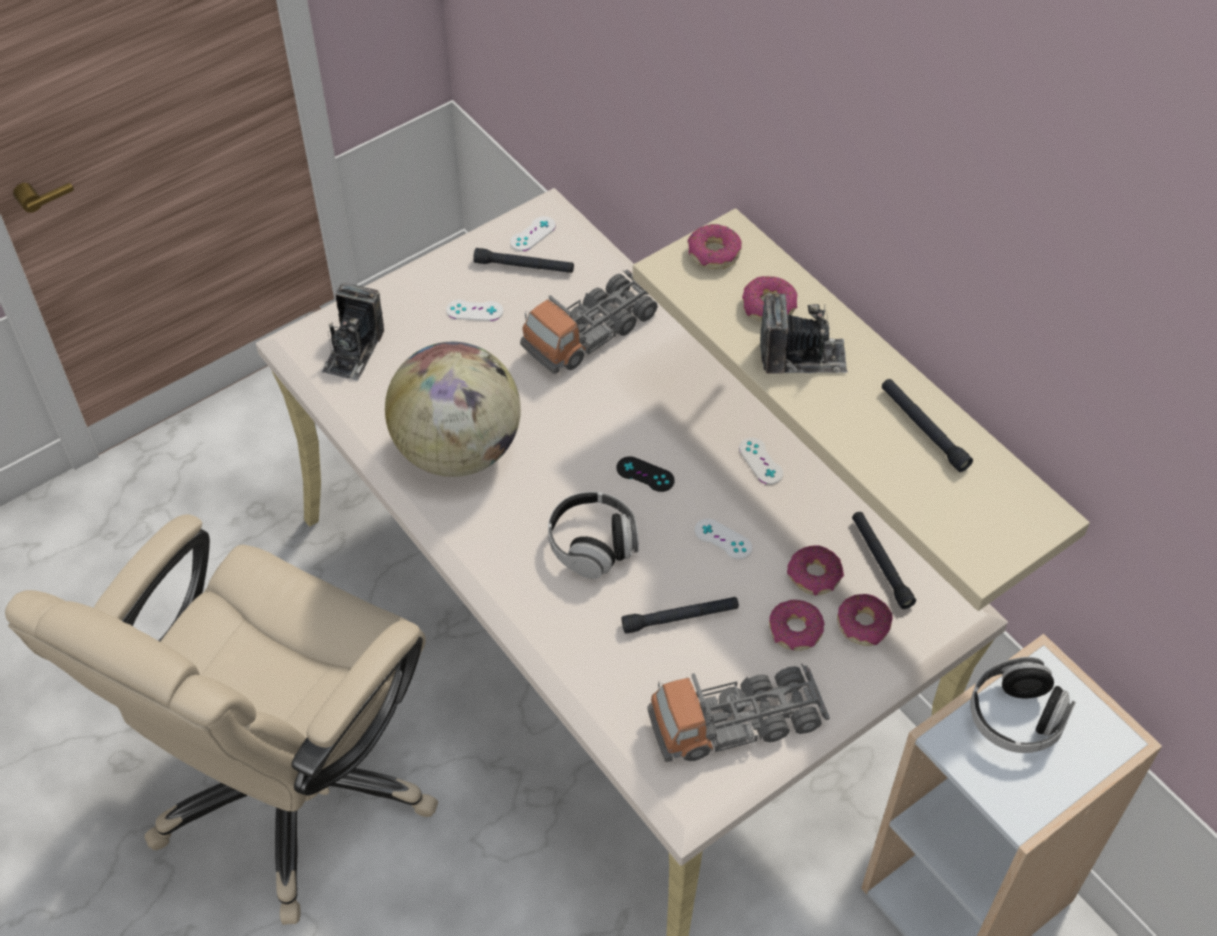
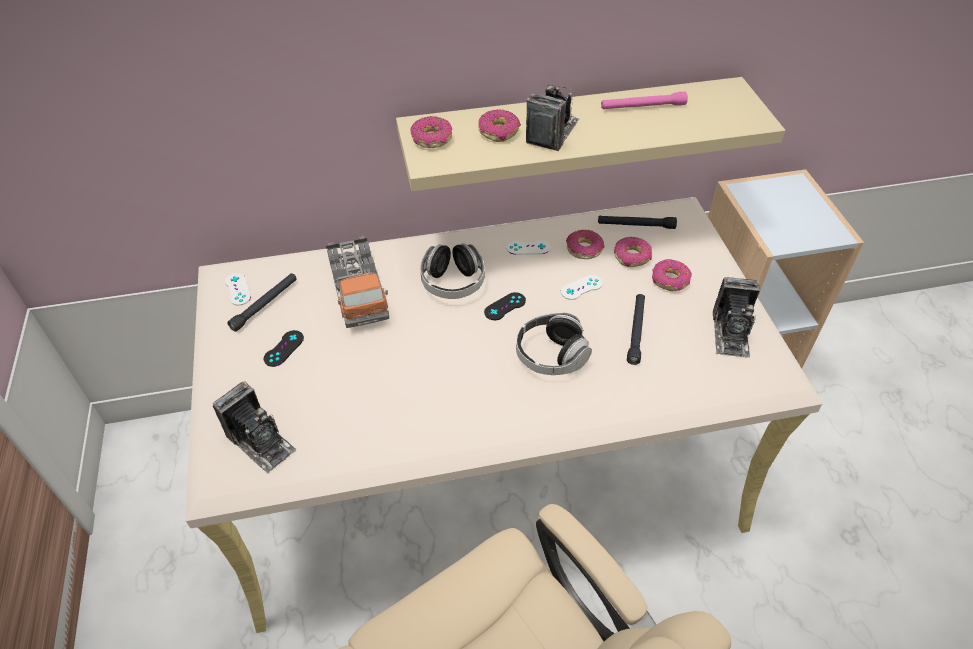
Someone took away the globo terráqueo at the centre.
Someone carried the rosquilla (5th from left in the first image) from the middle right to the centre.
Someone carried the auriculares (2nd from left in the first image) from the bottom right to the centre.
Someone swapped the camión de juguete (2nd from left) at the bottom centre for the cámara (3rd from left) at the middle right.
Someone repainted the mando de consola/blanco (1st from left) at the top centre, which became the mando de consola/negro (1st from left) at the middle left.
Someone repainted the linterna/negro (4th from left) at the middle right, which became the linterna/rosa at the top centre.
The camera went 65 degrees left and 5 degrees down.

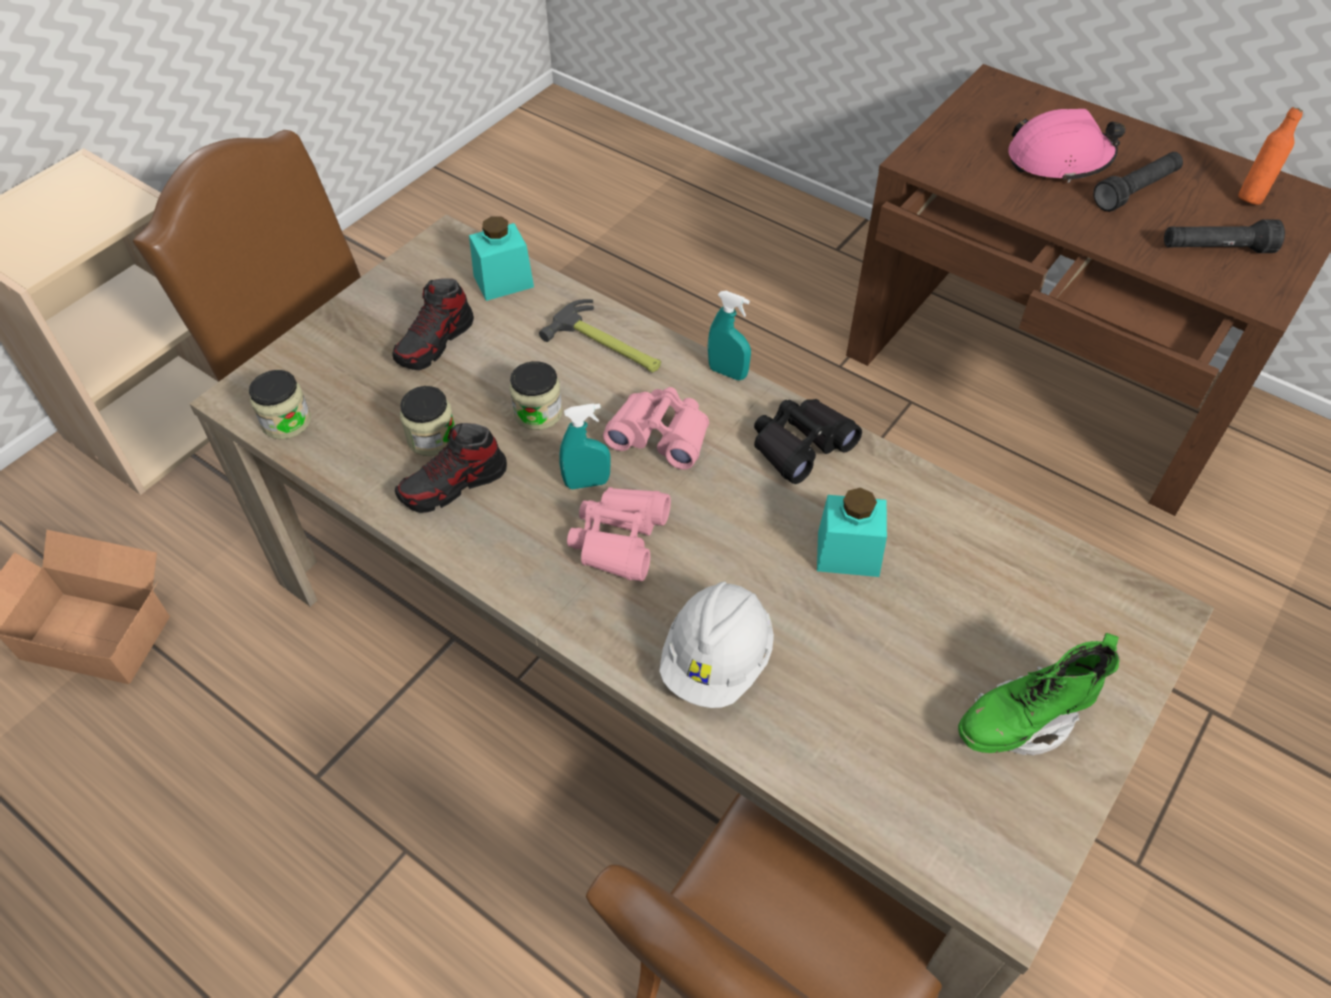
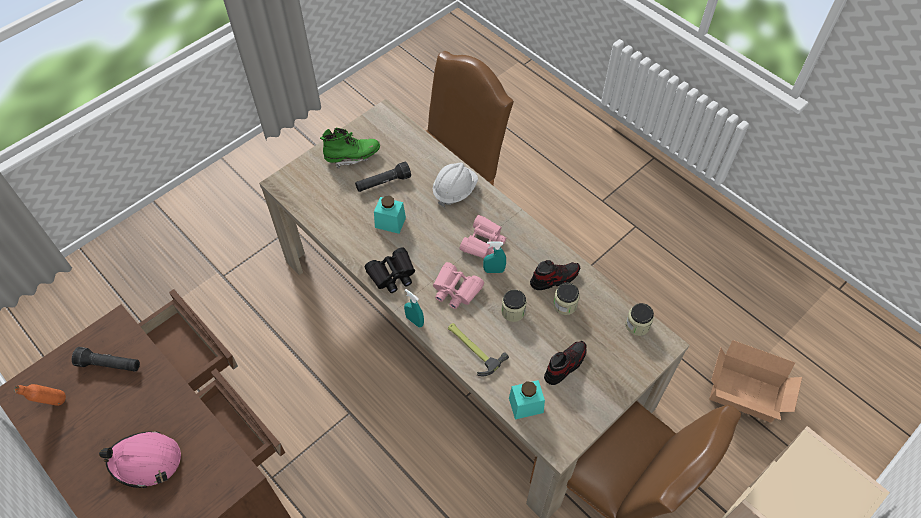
Someone carried the linterna/negro (1st from left in the first image) from the top right to the centre.
The camera went 170 degrees left and 5 degrees up.

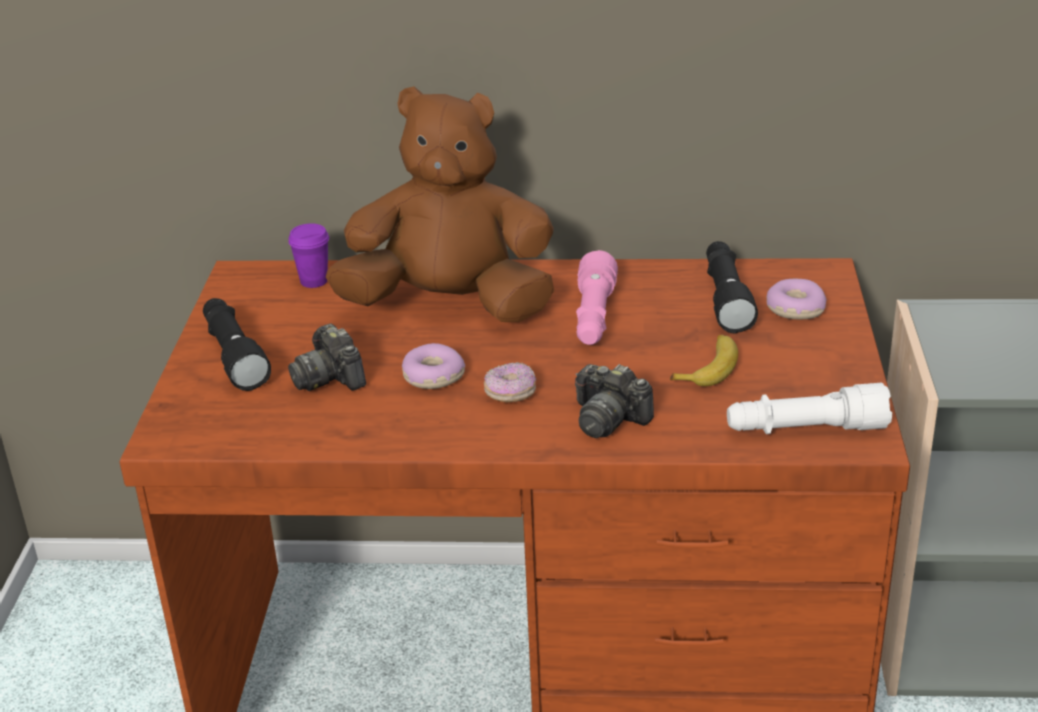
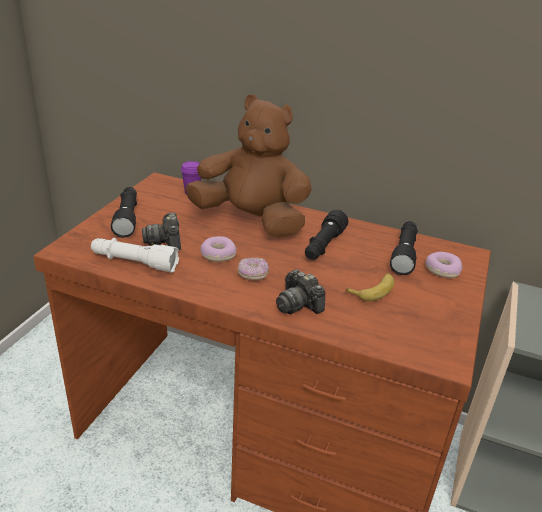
Someone carried the linterna/blanco from the middle right to the middle left.
Someone repainted the linterna/rosa at the centre, which became the linterna/negro (2nd from left) at the centre.
The camera went 15 degrees right and 0 degrees up.

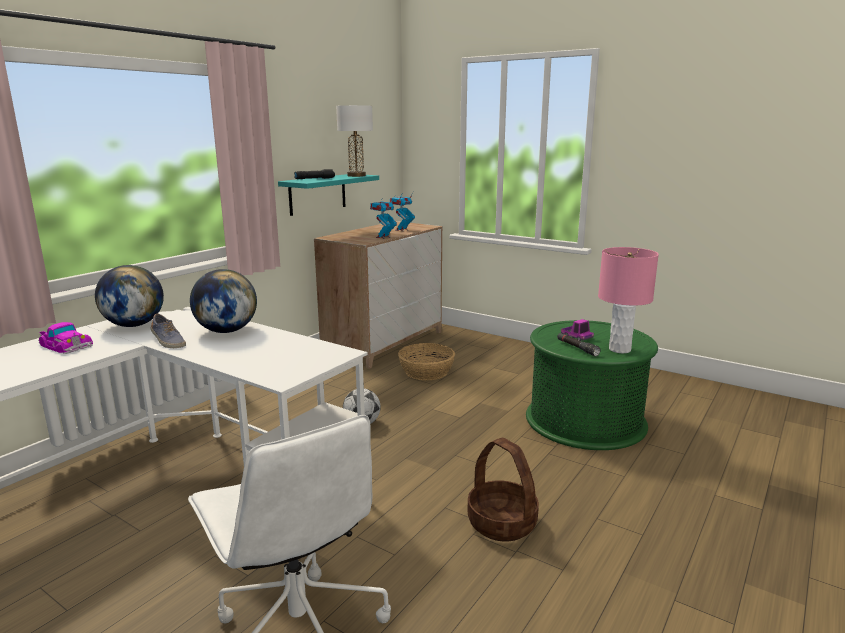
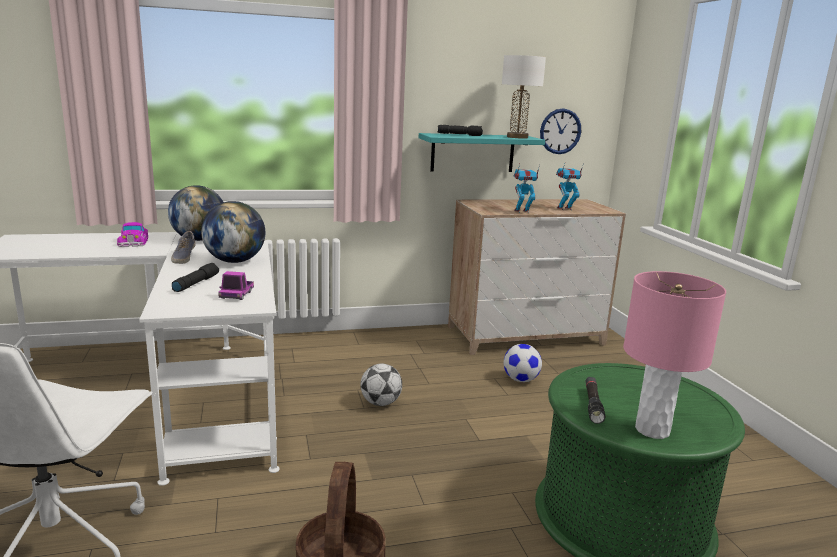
Someone put down the linterna/negro (1st from left) at the middle left.
Someone put up the reloj de pared at the top right.
Someone carried the camión de juguete from the middle right to the middle left.
Someone swapped the cesta (1st from left) at the centre for the balón de fútbol (2nd from left) at the centre.
The camera went 40 degrees right and 0 degrees up.

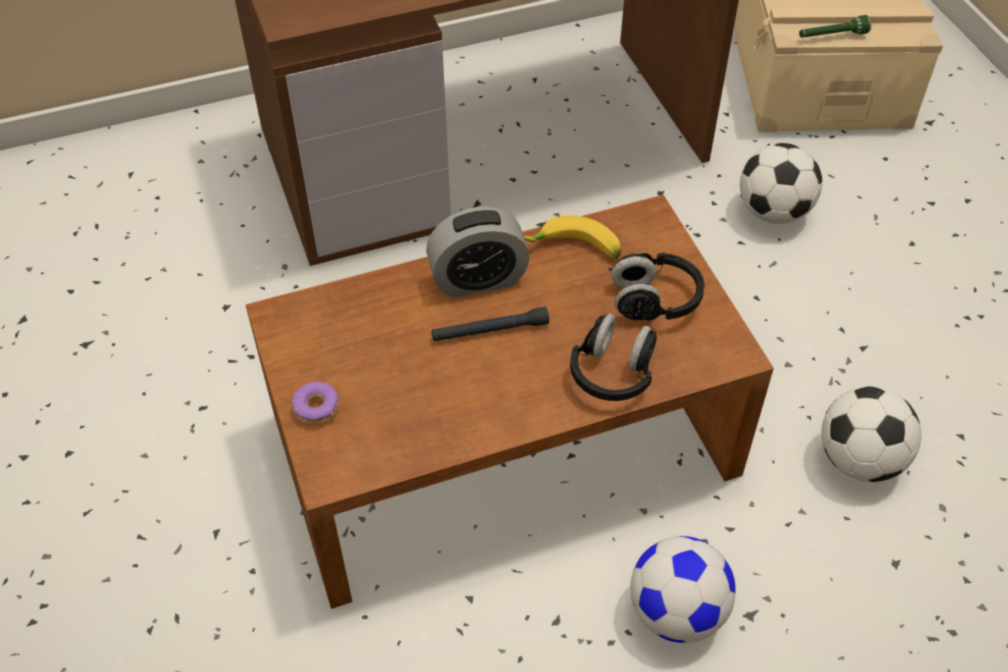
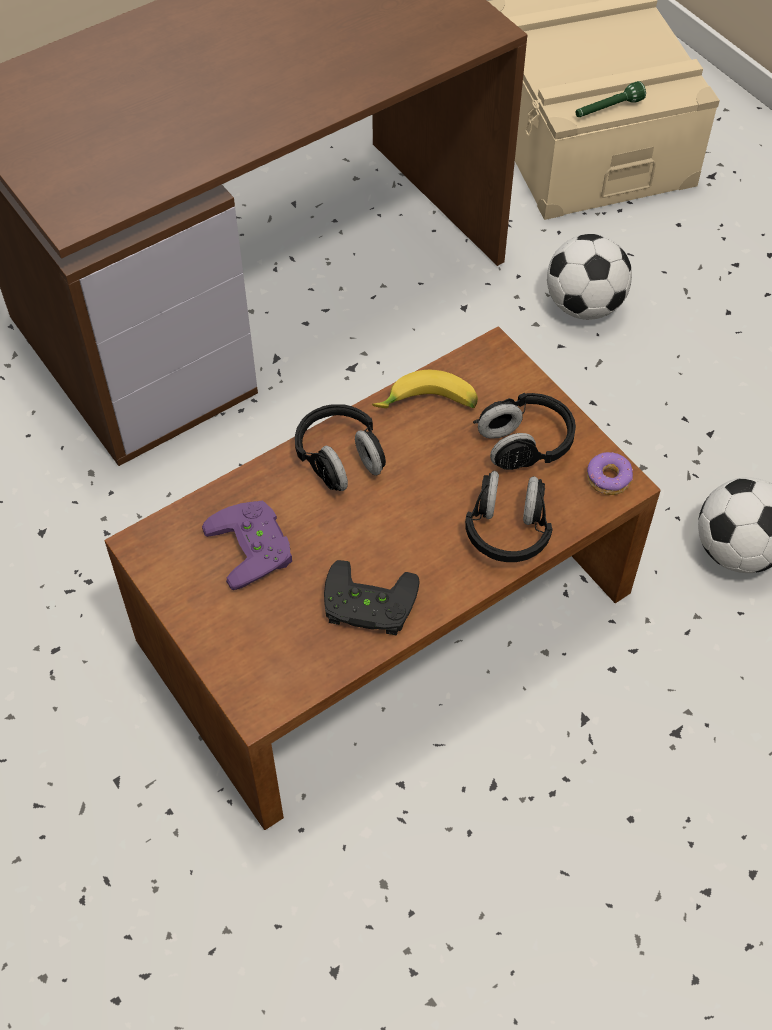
Someone took away the linterna/negro at the centre.
Someone took away the balón de fútbol (1st from left) at the bottom right.
Someone put down the mando de consola/morado at the middle left.
Someone put down the mando de consola/negro at the centre.
Someone carried the rosquilla from the middle left to the middle right.
Someone swapped the despertador at the centre for the auriculares/negro (1st from left) at the centre.
The camera went 15 degrees left and 5 degrees up.

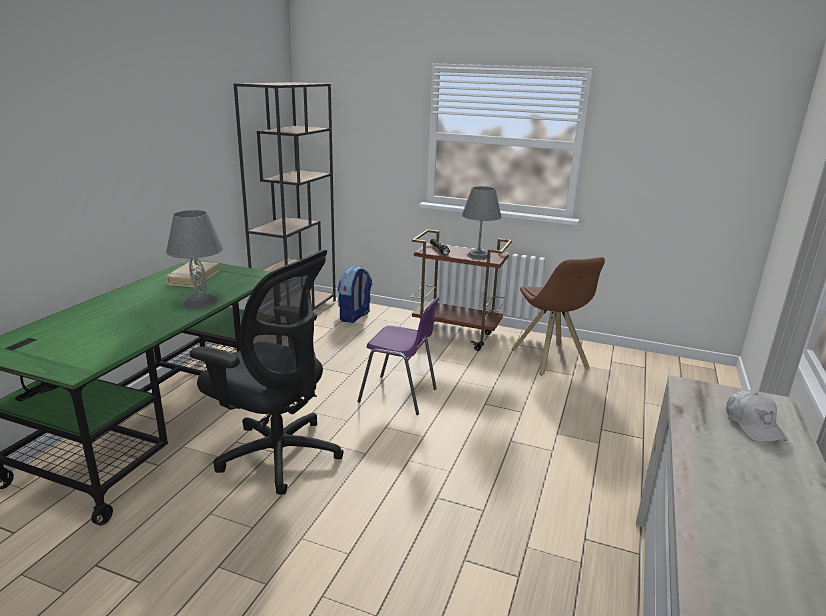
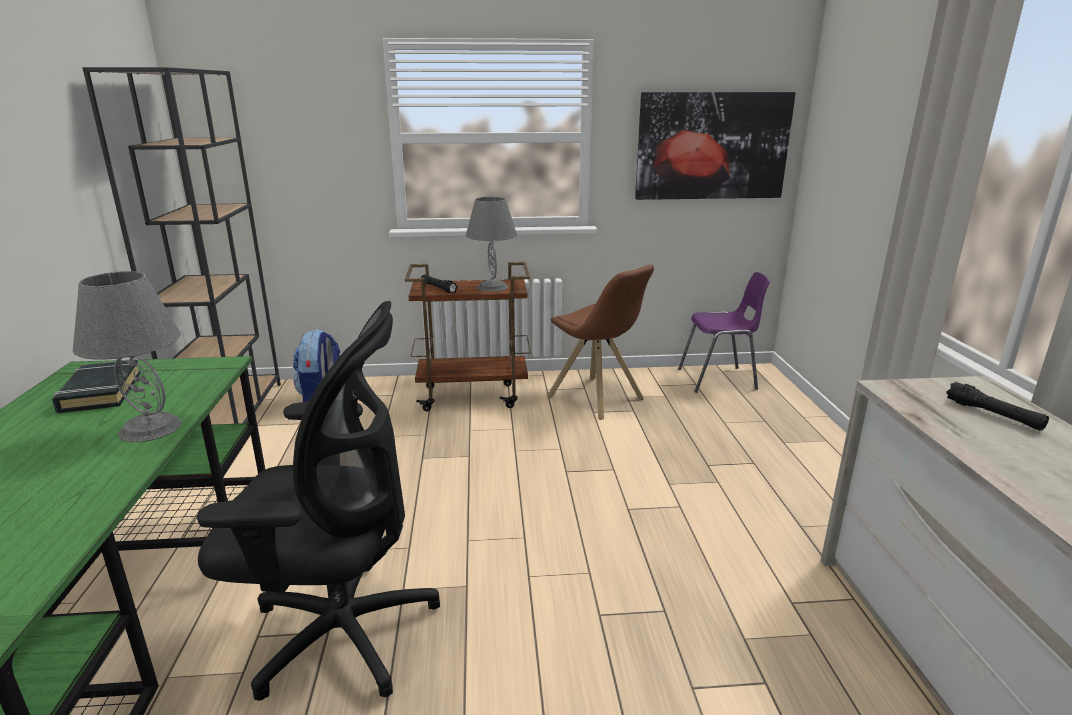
Someone put up the cuadro at the top right.
Someone carried the silla/morado from the centre to the middle right.
Someone swapped the gorra/blanco at the bottom right for the linterna/negro (2nd from left) at the middle right.
Someone repainted the libro/beis at the middle left, which became the libro/negro at the middle left.
The camera went 25 degrees left and 0 degrees up.

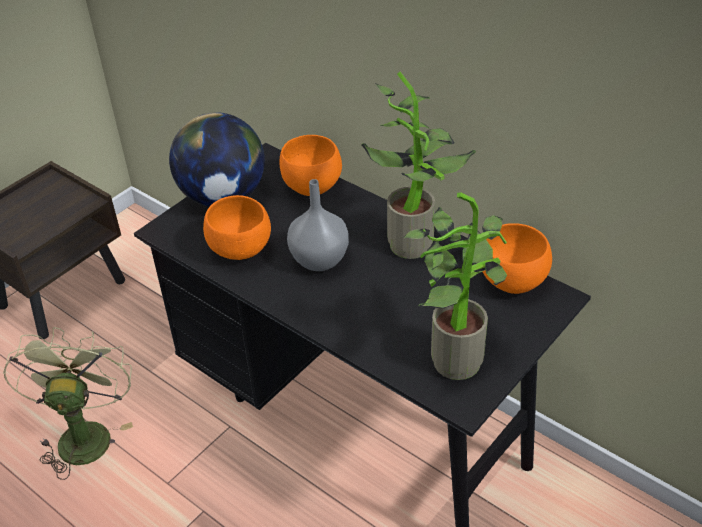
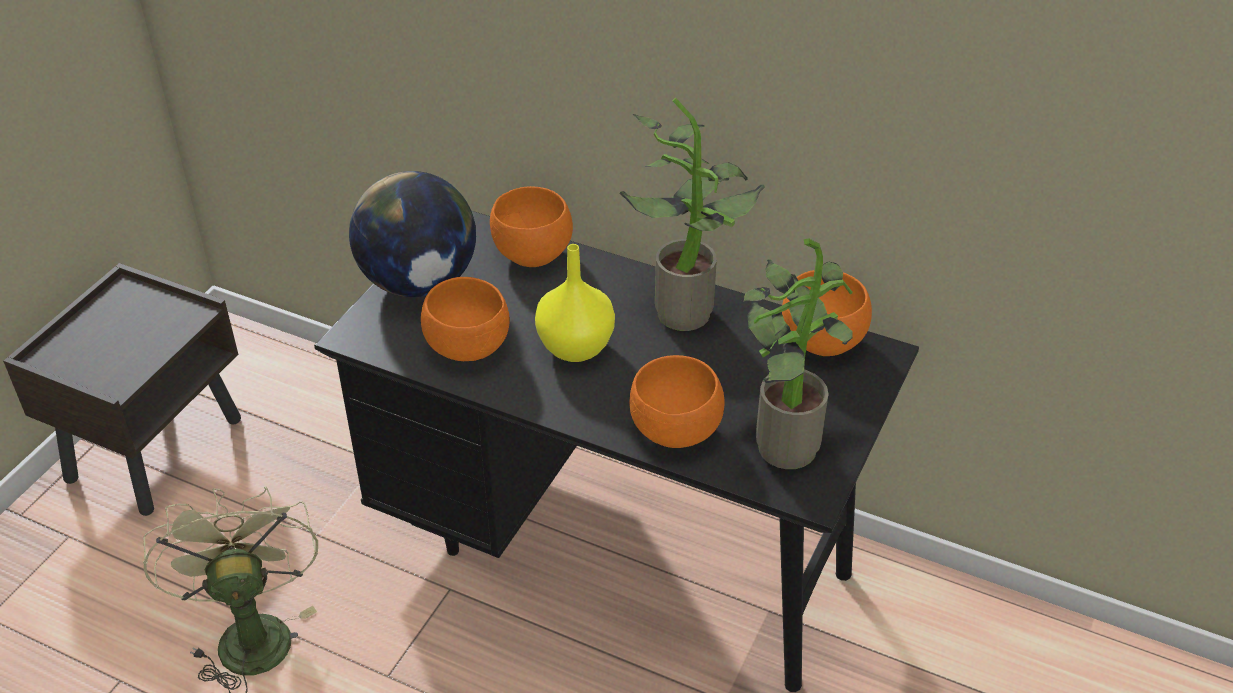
Someone put down the cuenco/naranja (3rd from left) at the centre.
Someone repainted the florero/gris at the centre, which became the florero/amarillo at the centre.
The camera went 15 degrees left and 0 degrees up.

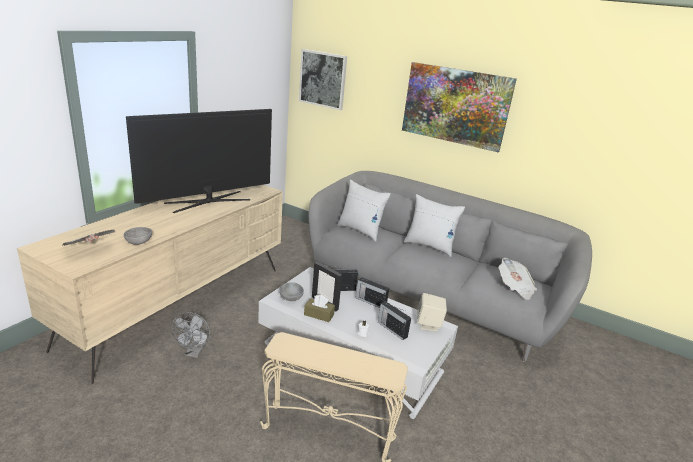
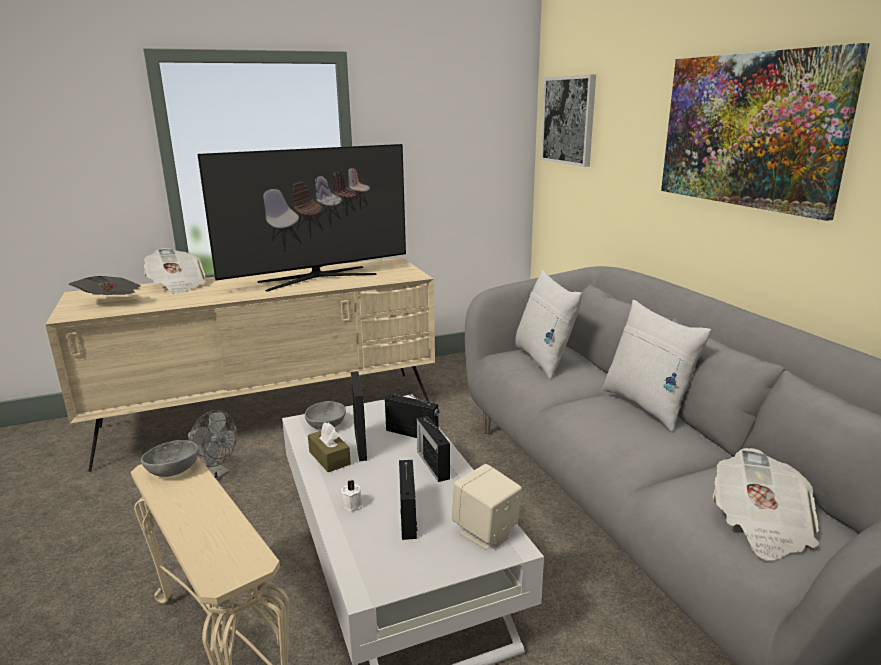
Someone put down the periódico (2nd from left) at the middle left.
Someone carried the cuenco/gris (1st from left) from the middle left to the bottom left.
Someone rotated the televisor at the middle left by 150 degrees clockwise.
Someone rotated the ventilador/gris at the bottom left by 105 degrees counterclockwise.
The camera went 40 degrees right and 5 degrees down.

